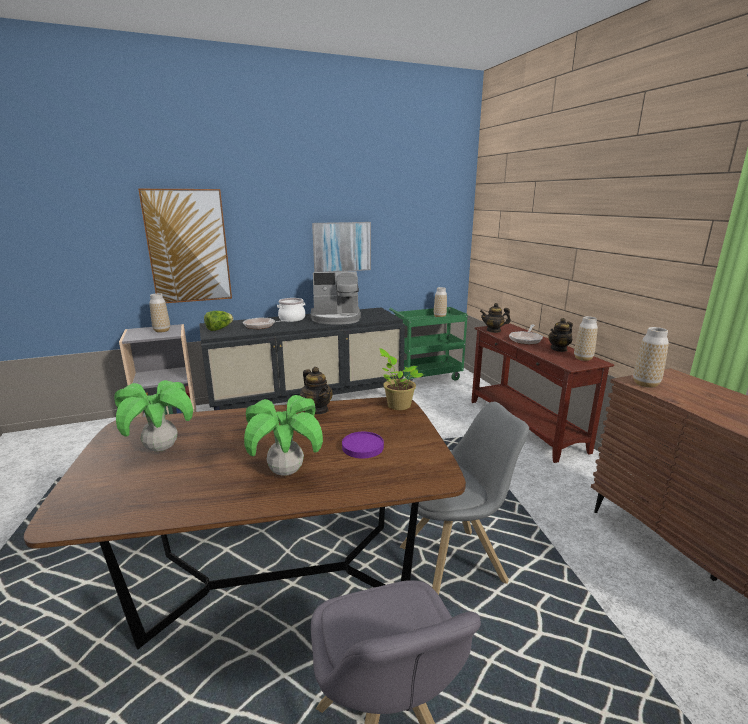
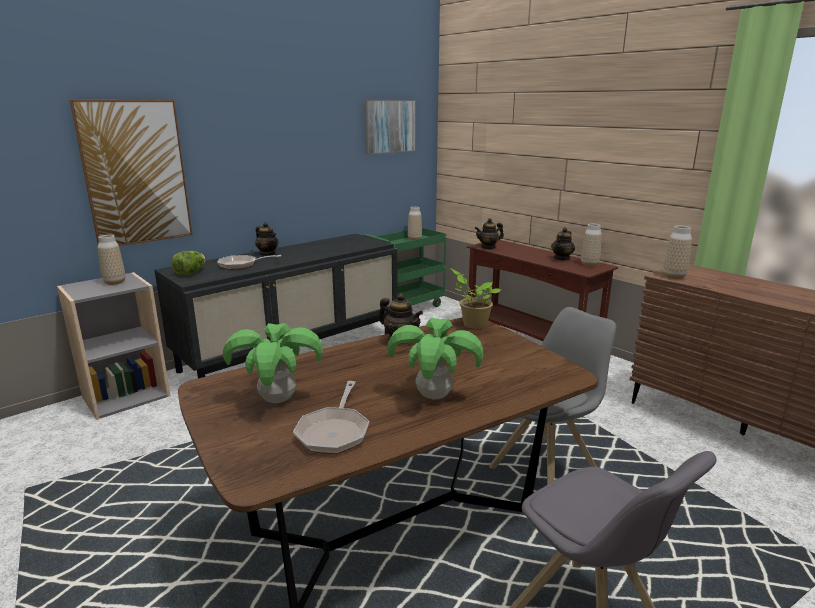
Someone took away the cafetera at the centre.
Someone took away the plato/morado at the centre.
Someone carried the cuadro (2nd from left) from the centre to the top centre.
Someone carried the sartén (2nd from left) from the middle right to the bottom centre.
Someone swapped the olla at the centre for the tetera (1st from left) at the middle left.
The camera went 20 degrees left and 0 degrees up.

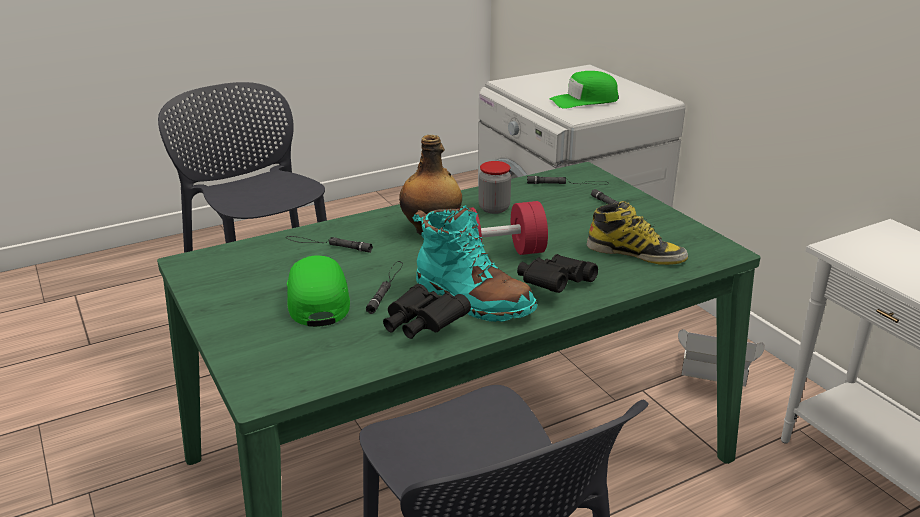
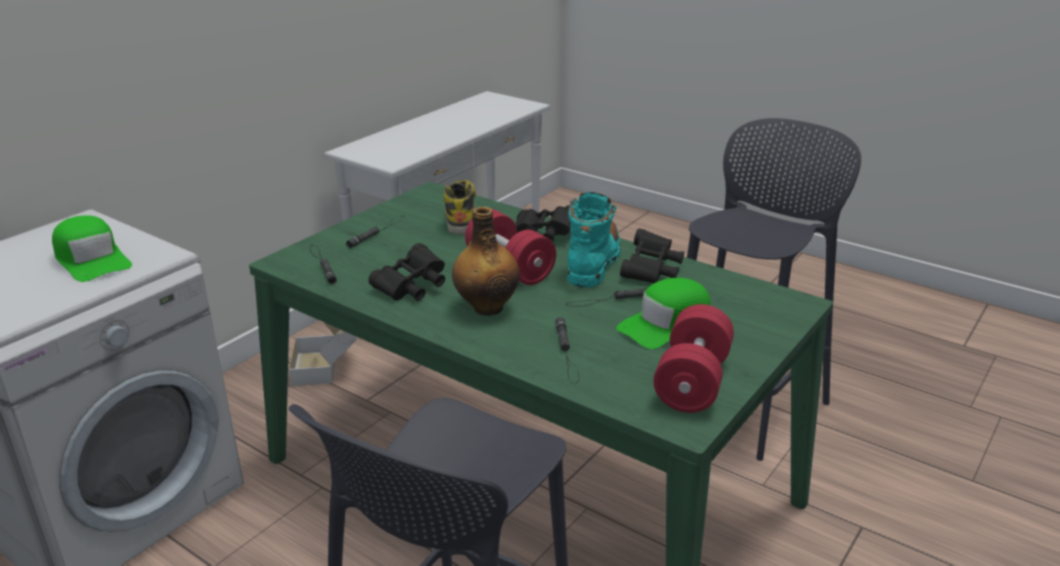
Someone put down the mancuerna/rojo (2nd from left) at the centre.
Someone swapped the tarro at the centre for the prismáticos/negro (1st from left) at the centre.
The camera went 115 degrees left and 0 degrees up.

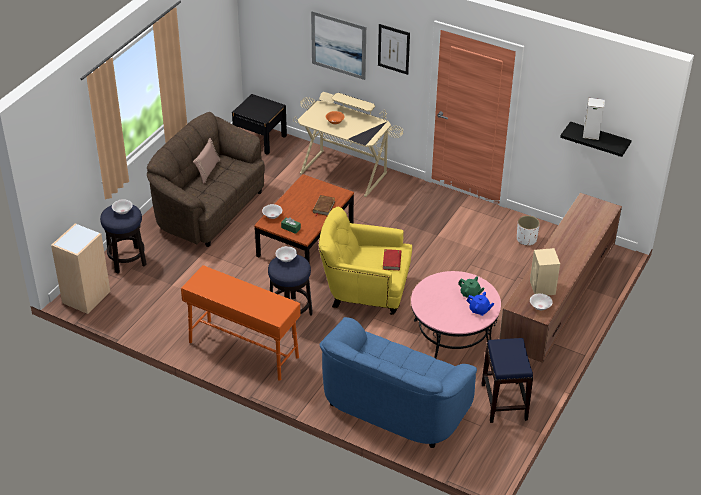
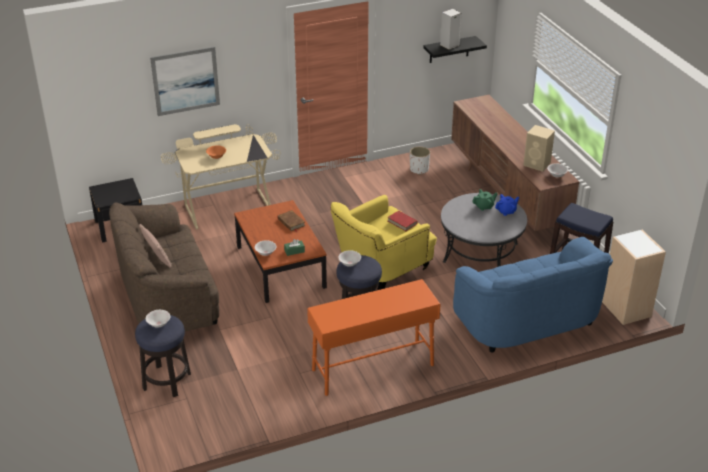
Someone took away the cuadro (2nd from left) at the top centre.
Someone carried the estantería from the middle left to the middle right.
Someone repainted the mesa de centro/rosa at the centre, which became the mesa de centro/gris at the middle right.
The camera went 50 degrees left and 5 degrees down.

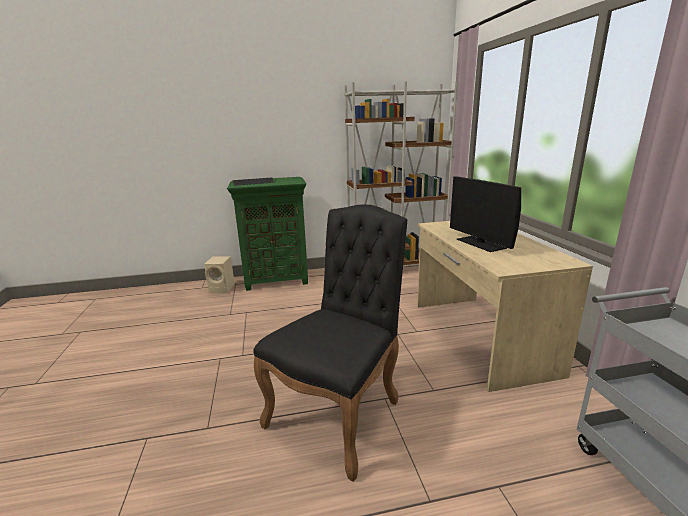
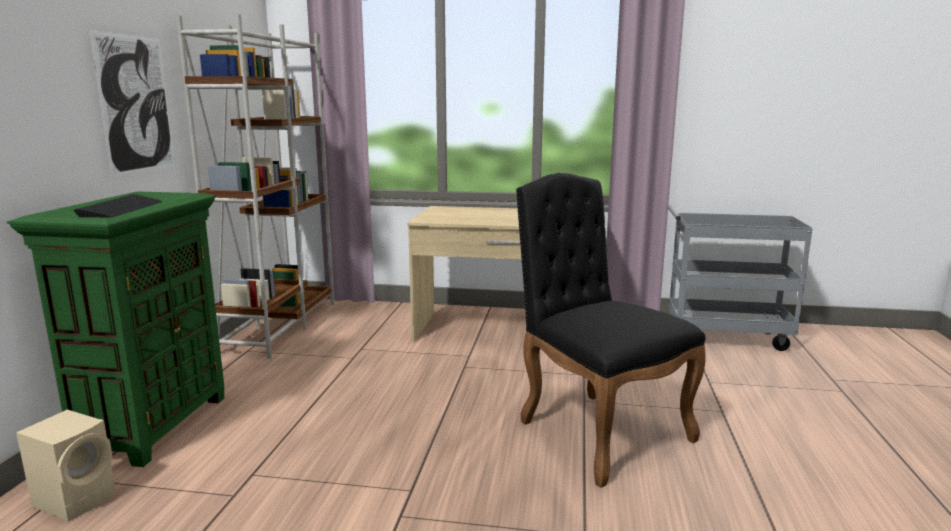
Someone took away the monitor at the middle right.
Someone put up the cuadro at the top left.
The camera went 70 degrees left and 5 degrees down.

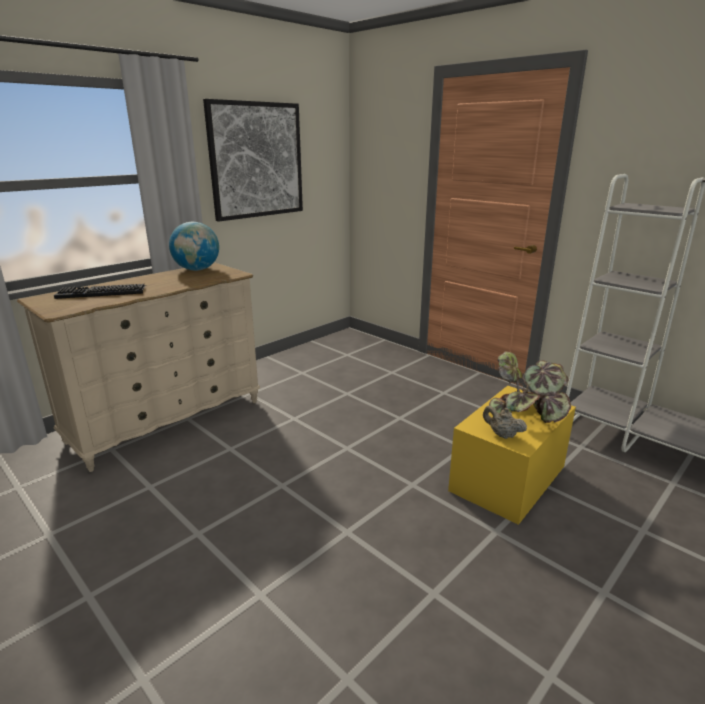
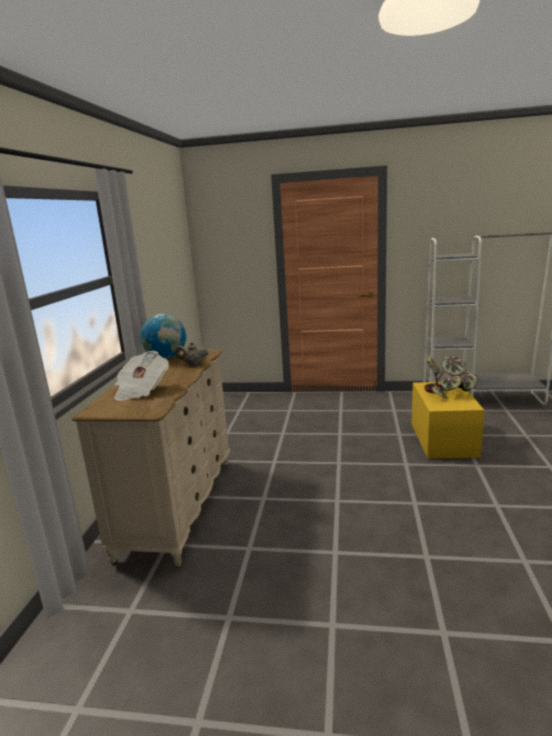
Someone took away the cuadro at the top centre.
Someone carried the tetera/beis from the middle right to the centre.
Someone swapped the teclado at the middle left for the periódico at the middle left.
The camera went 35 degrees left and 5 degrees down.

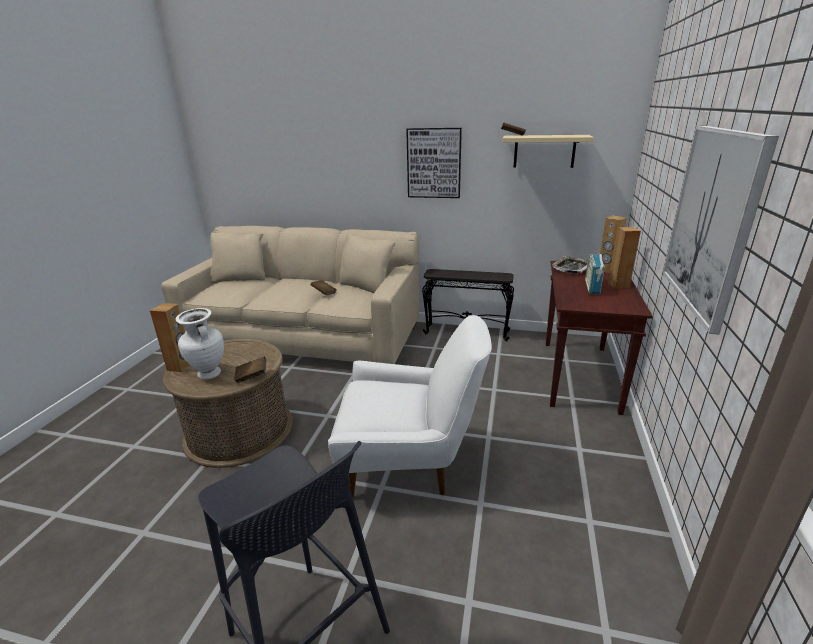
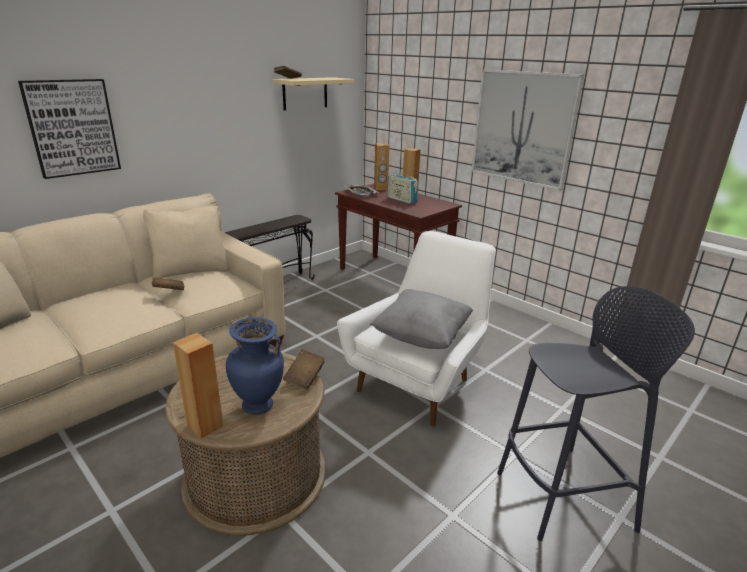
Someone put down the cojín/gris at the centre.
Someone carried the cuadro (1st from left) from the top centre to the top left.
Someone repainted the florero/blanco at the middle left, which became the florero/azul at the centre.
The camera went 60 degrees left and 0 degrees up.

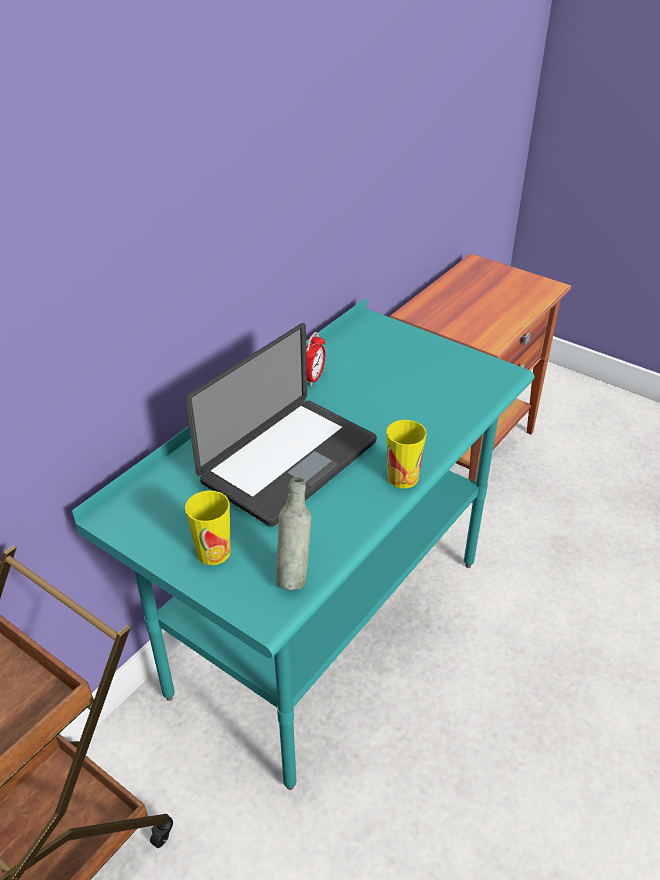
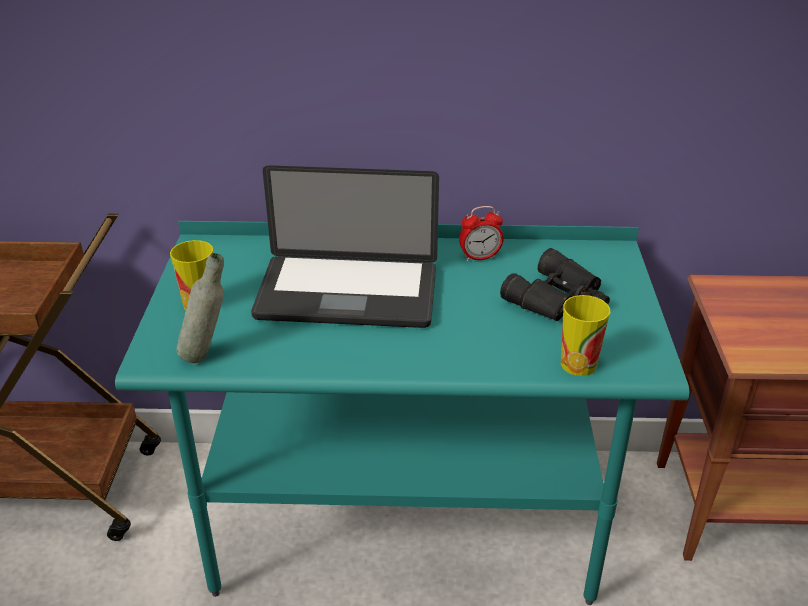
Someone put down the prismáticos/negro at the middle right.
Someone carried the taza (2nd from left) from the centre to the middle right.
The camera went 55 degrees right and 5 degrees down.

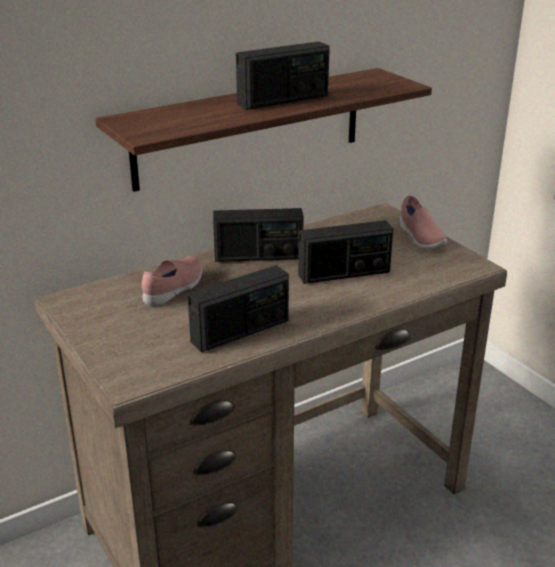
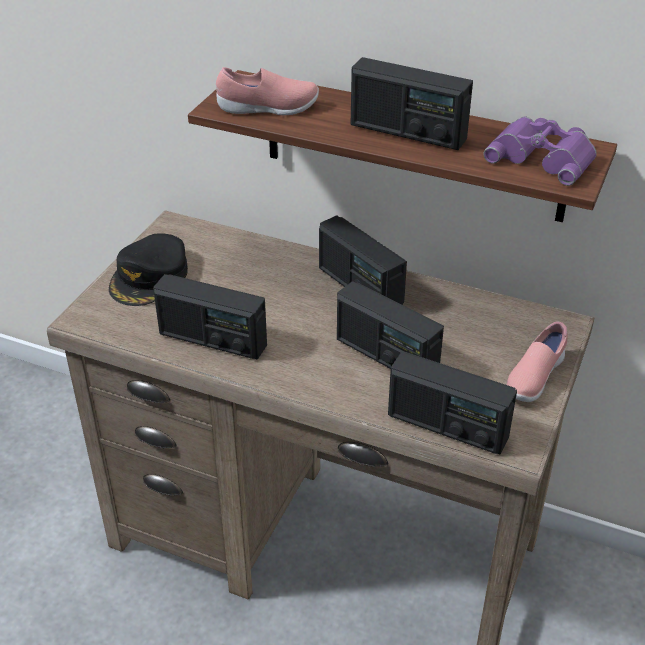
Someone put down the gorra/negro at the middle left.
Someone put down the radio (5th from left) at the middle right.
Someone put down the prismáticos/morado at the top right.
Someone carried the zapato/rosa (1st from left) from the middle left to the top centre.
The camera went 55 degrees right and 10 degrees up.

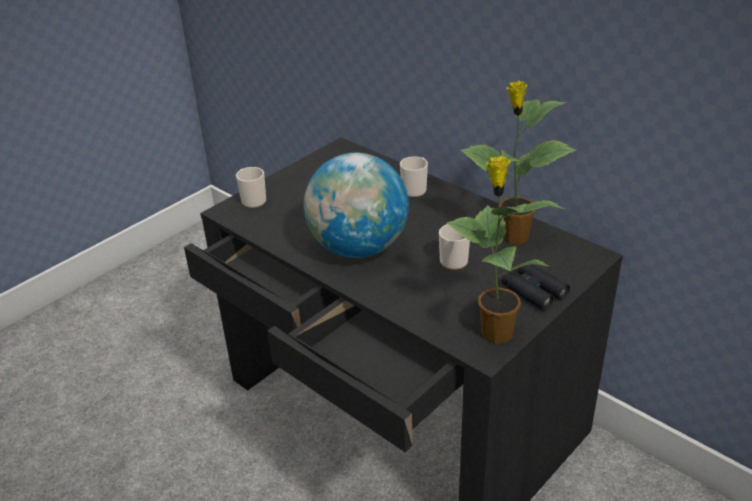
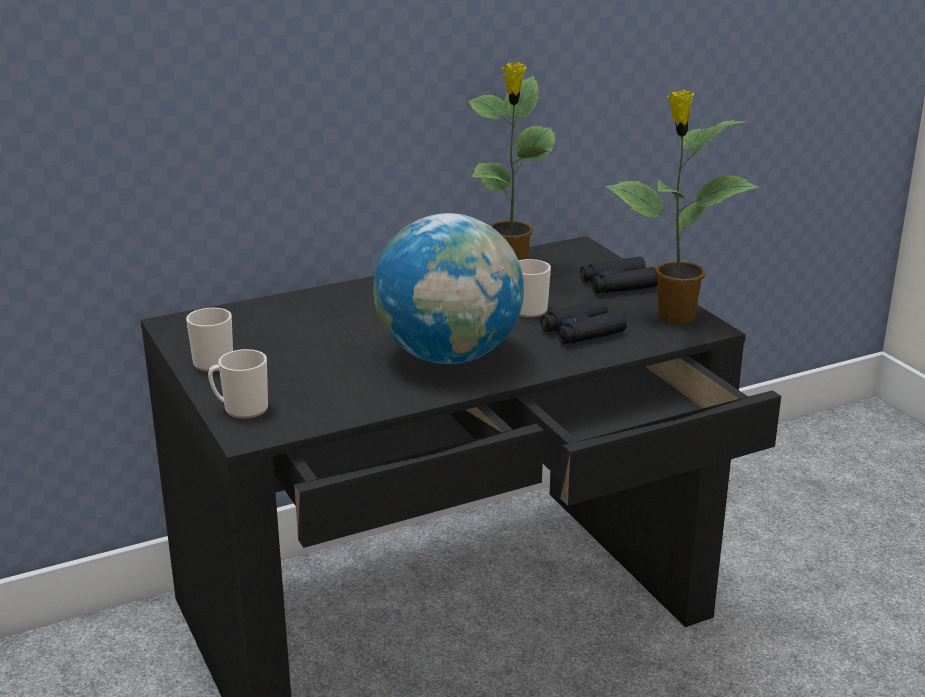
Someone put down the prismáticos/negro (1st from left) at the centre.
Someone carried the taza grande (2nd from left in the first image) from the centre to the middle left.
The camera went 70 degrees left and 10 degrees down.

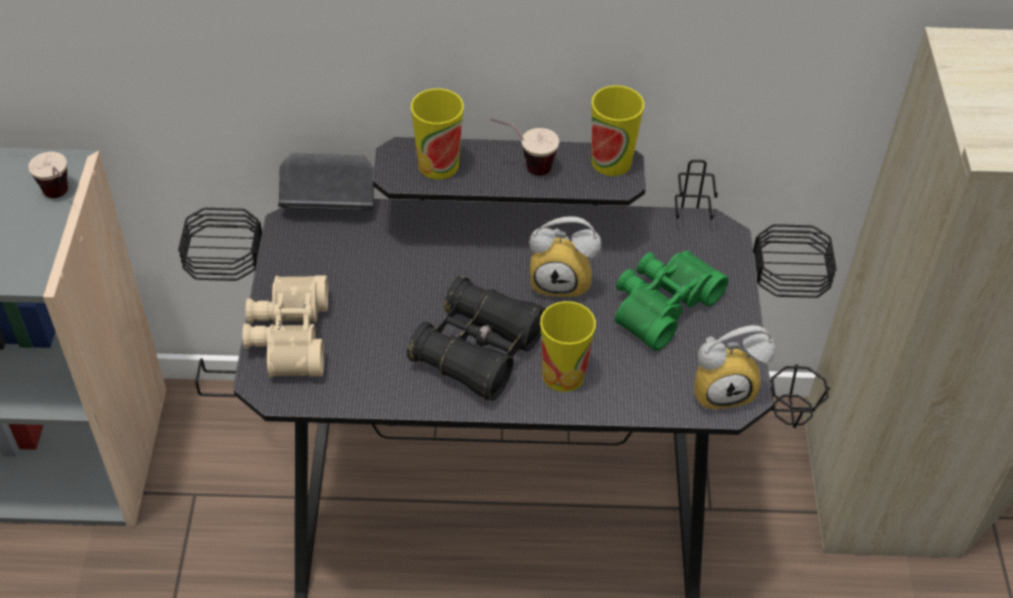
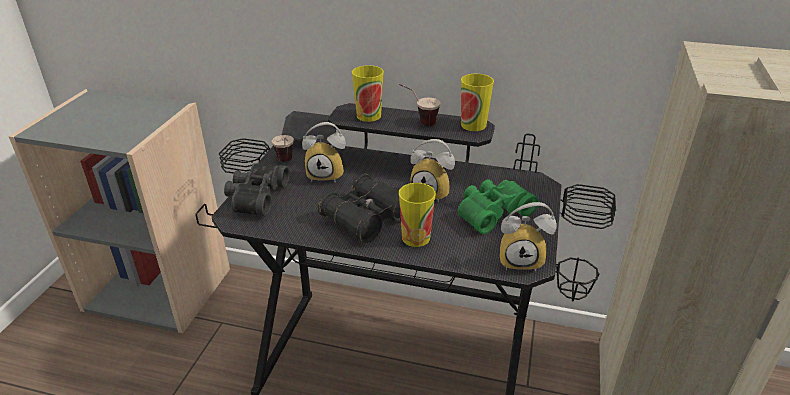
Someone put down the despertador (1st from left) at the centre.
Someone carried the taza (1st from left) from the top left to the centre.
Someone repainted the prismáticos/beis at the middle left, which became the prismáticos/negro (1st from left) at the middle left.
The camera went 15 degrees right and 15 degrees down.

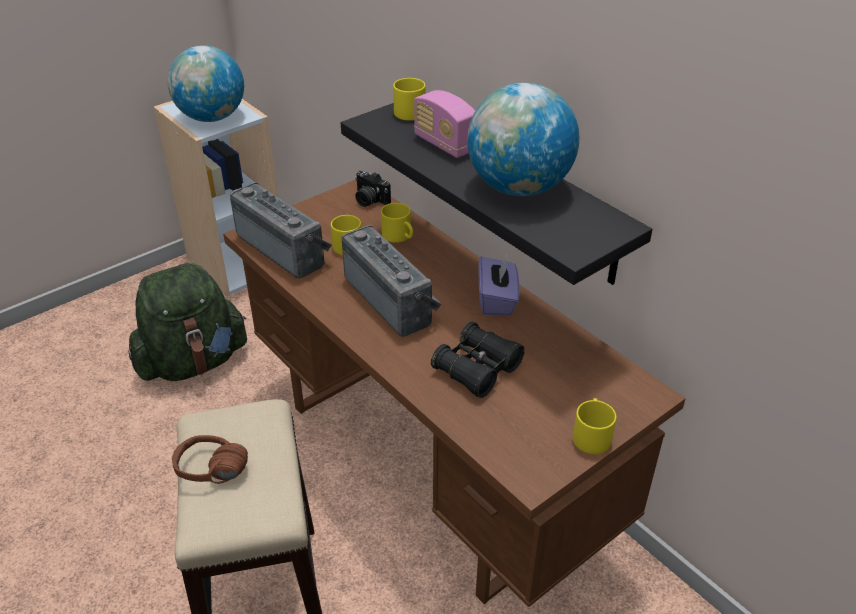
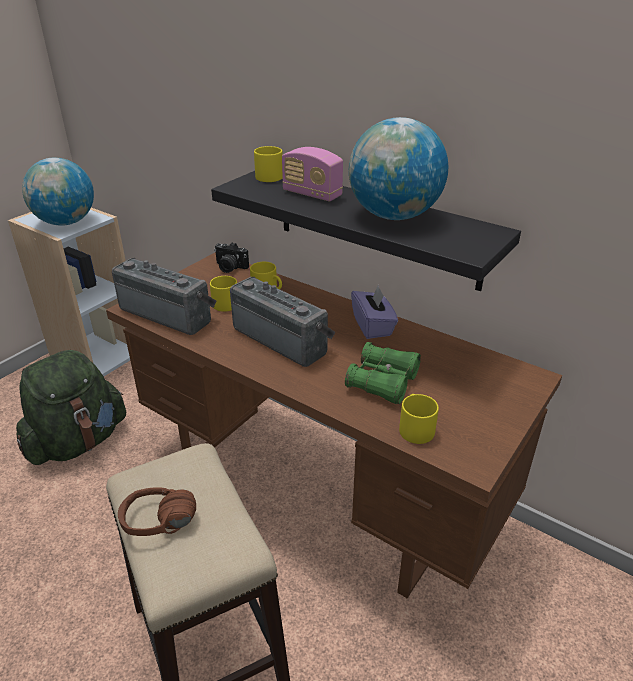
Someone carried the taza grande/amarillo (4th from left) from the bottom right to the centre.
Someone repainted the prismáticos/negro at the centre, which became the prismáticos/verde at the centre.
The camera went 15 degrees left and 5 degrees down.

